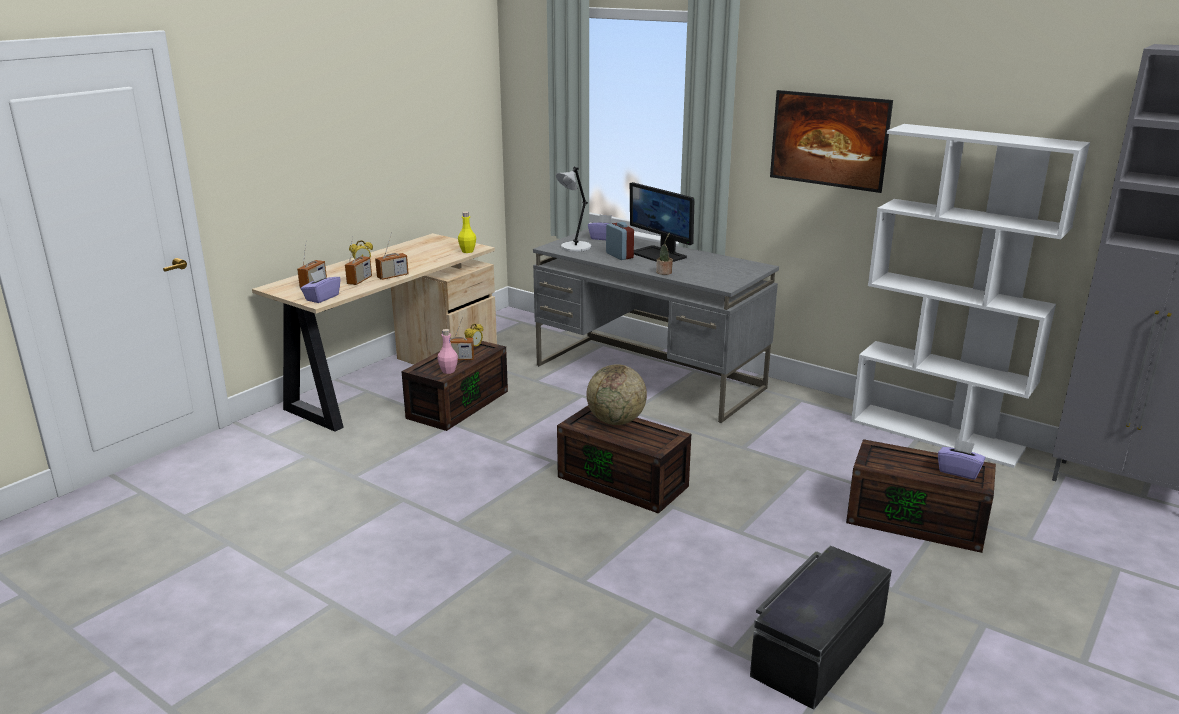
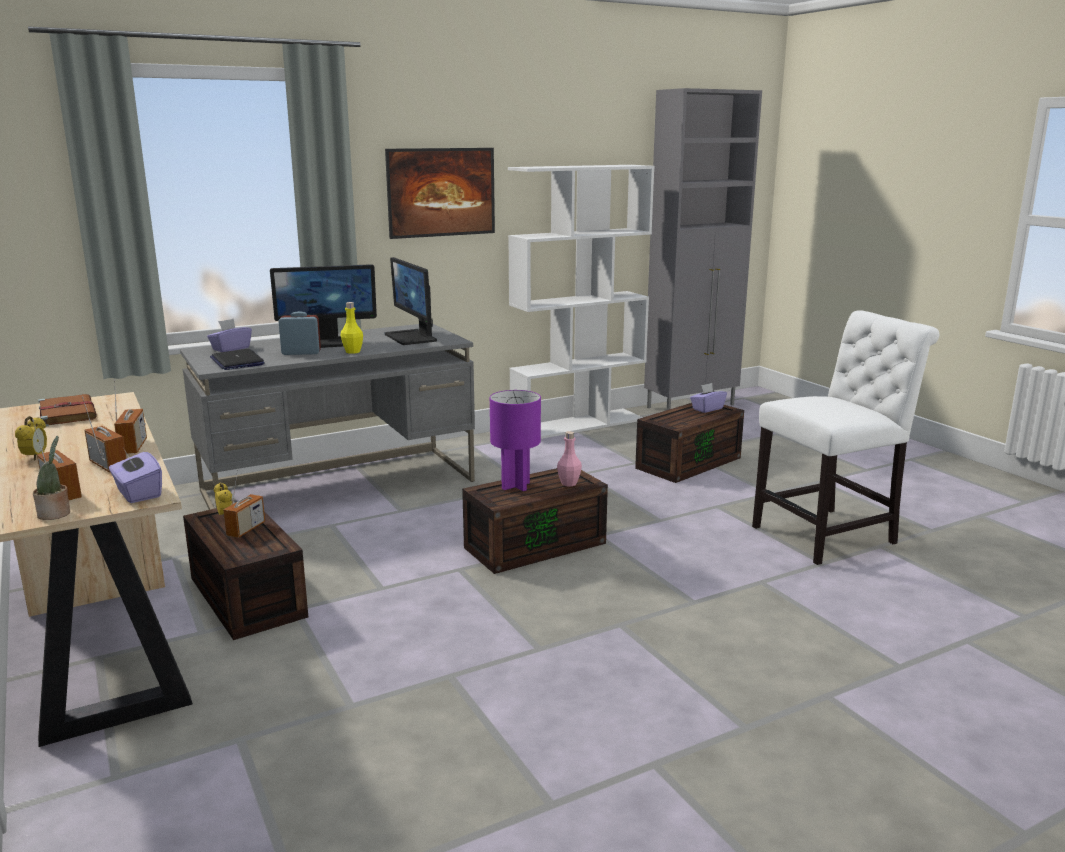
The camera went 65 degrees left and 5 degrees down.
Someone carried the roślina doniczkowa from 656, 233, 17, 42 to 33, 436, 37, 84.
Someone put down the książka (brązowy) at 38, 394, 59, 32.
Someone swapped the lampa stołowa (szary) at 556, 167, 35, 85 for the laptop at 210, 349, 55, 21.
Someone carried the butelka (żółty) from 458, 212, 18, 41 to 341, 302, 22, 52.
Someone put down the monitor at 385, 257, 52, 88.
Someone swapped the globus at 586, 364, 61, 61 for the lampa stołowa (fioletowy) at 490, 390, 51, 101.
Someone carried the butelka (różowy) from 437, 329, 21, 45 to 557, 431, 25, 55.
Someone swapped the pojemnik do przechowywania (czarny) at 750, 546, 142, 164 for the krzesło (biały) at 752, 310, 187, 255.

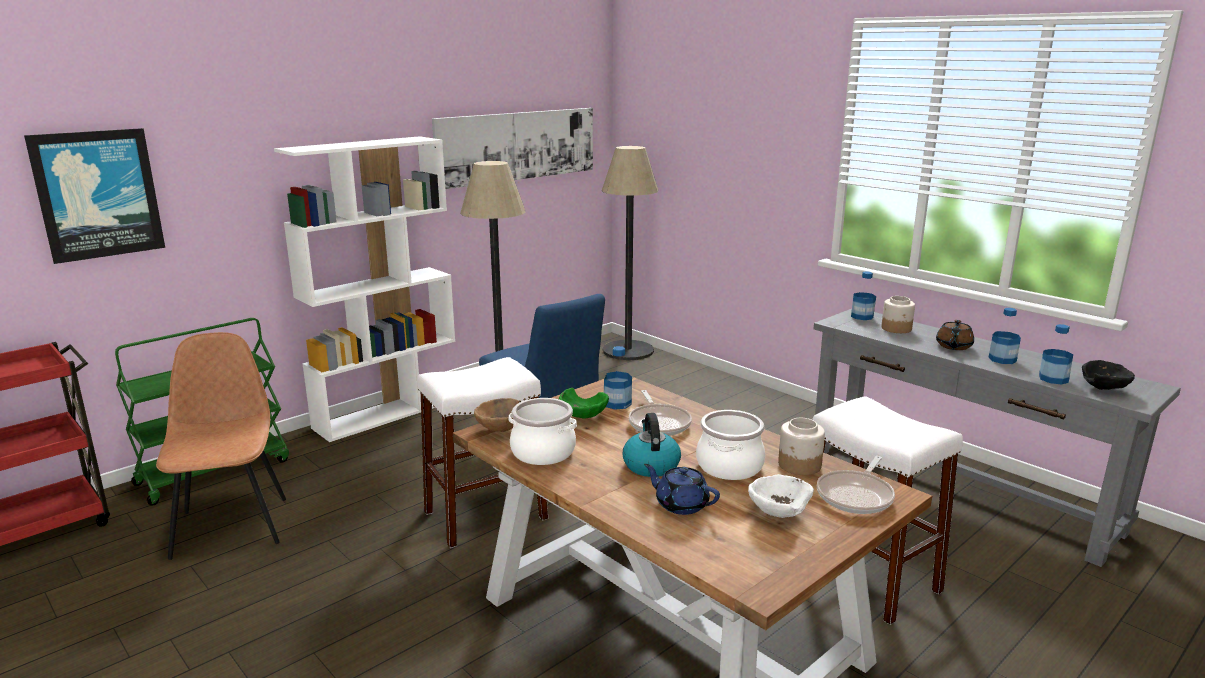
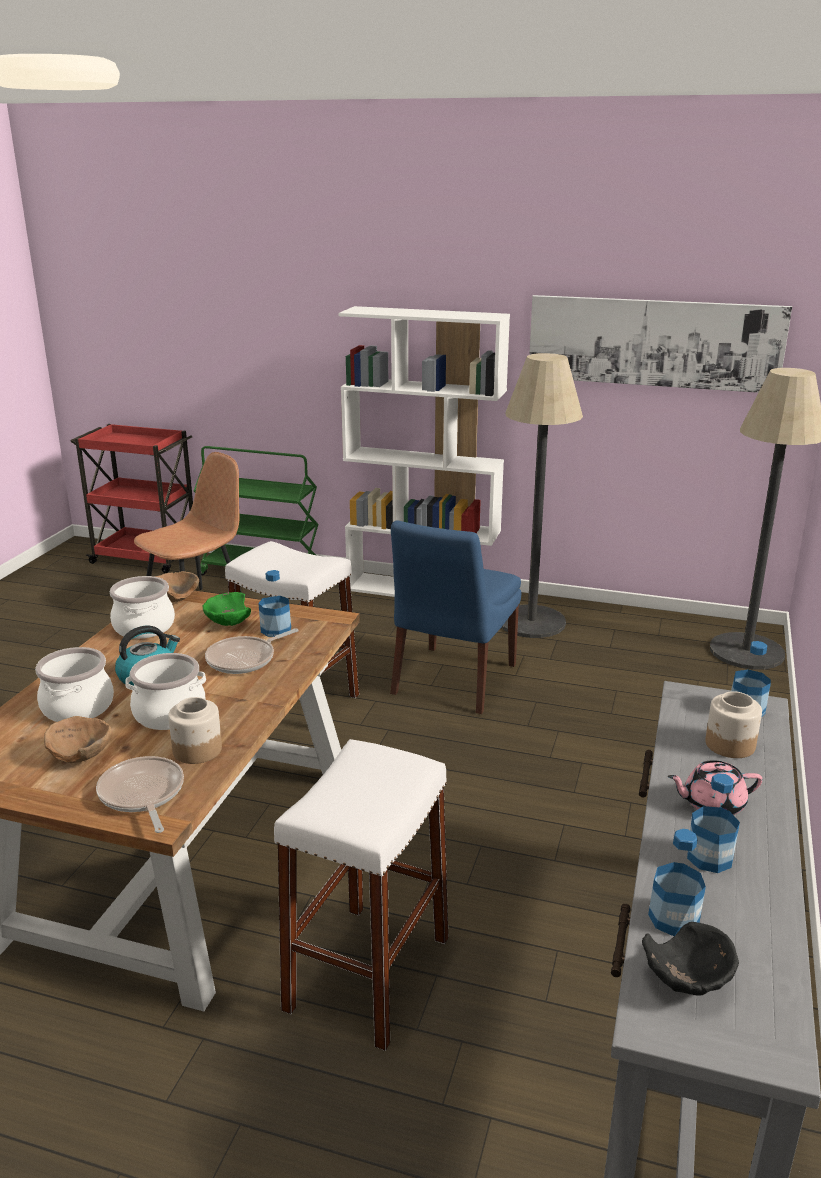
The camera went 60 degrees right and 5 degrees up.
Someone swapped the imbryk (niebieski) at 644, 464, 76, 51 for the garnek at 35, 647, 79, 75.
Someone repainted the miska (biały) at 748, 474, 66, 44, which became the miska (brązowy) at 44, 716, 69, 47.
Someone rotated the patelnia at 817, 456, 78, 58 by 60 degrees clockwise.
Someone repainted the imbryk (brązowy) at 936, 320, 38, 30, which became the imbryk (różowy) at 668, 760, 95, 55.
Someone took away the obraz at 24, 128, 141, 136.

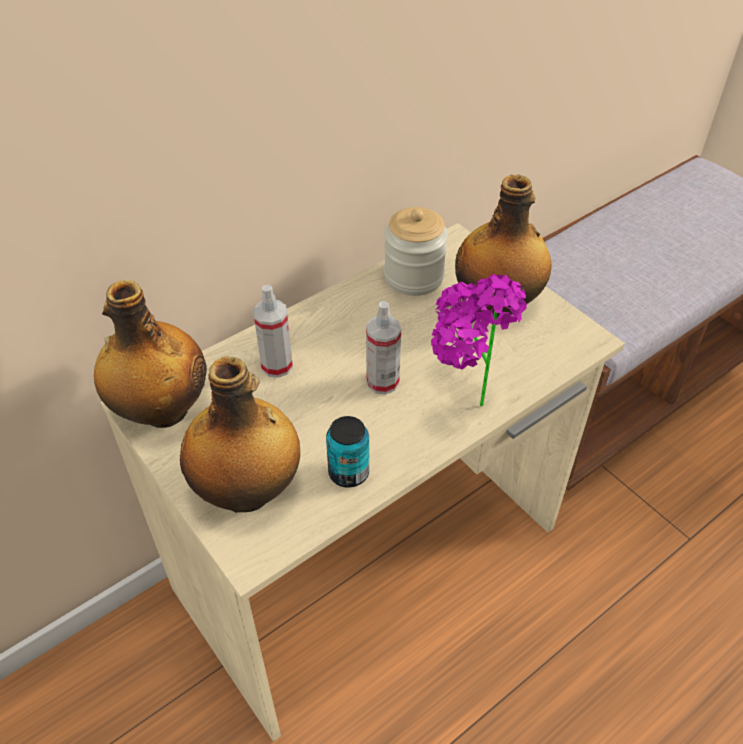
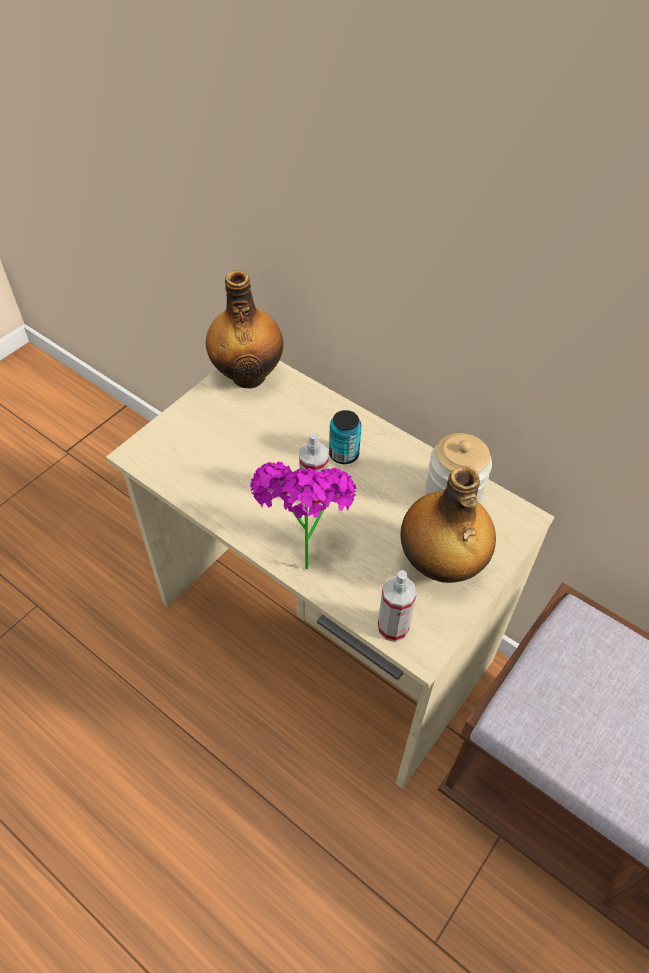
The camera went 75 degrees right and 5 degrees up.
Someone carried the puszka from 326, 416, 43, 72 to 329, 410, 32, 54.
Someone carried the spryskiwacz from 253, 285, 40, 93 to 378, 570, 39, 72.
Someone took away the butelka at 180, 357, 120, 156.

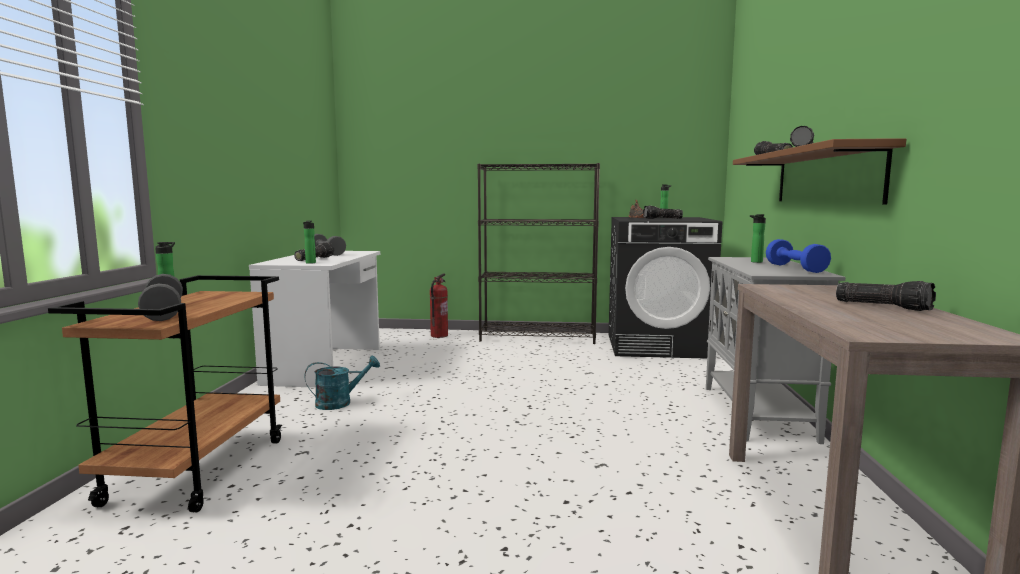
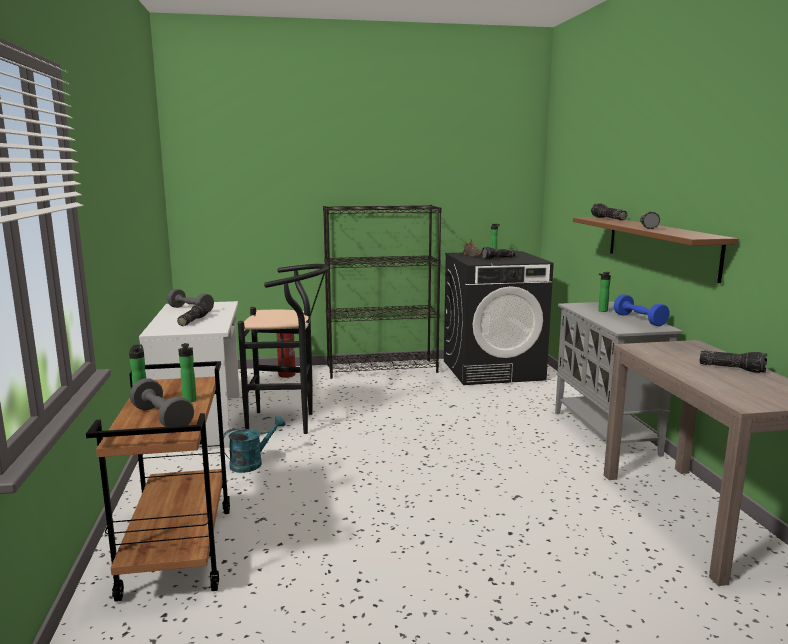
The camera went 15 degrees left and 5 degrees up.
Someone carried the butelka from 303, 220, 13, 44 to 178, 343, 19, 59.
Someone put down the stołek (czarny) at 238, 264, 91, 170.

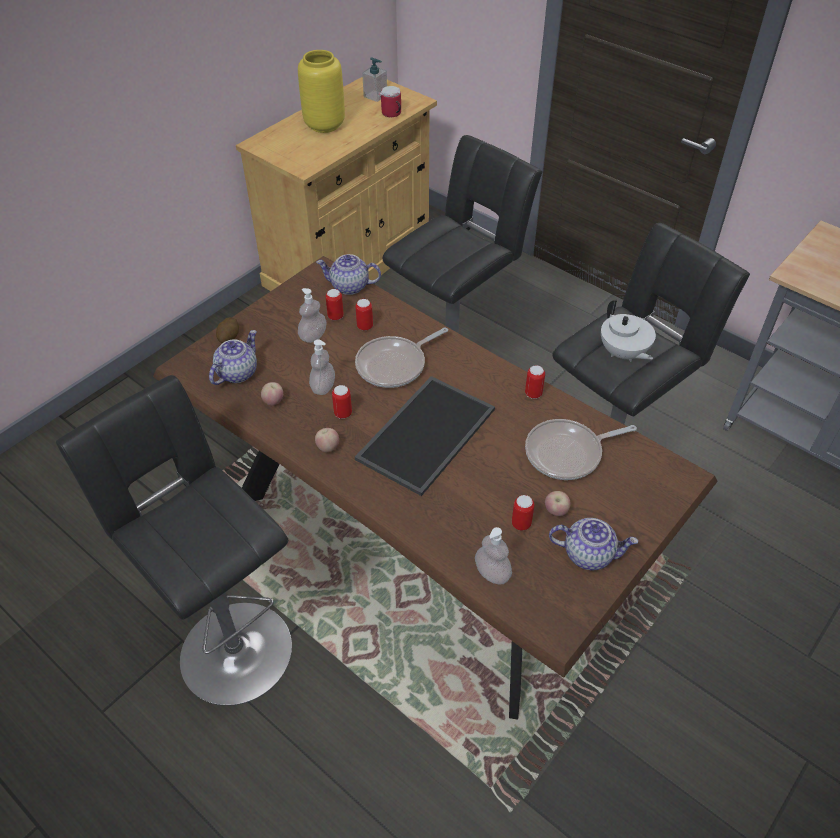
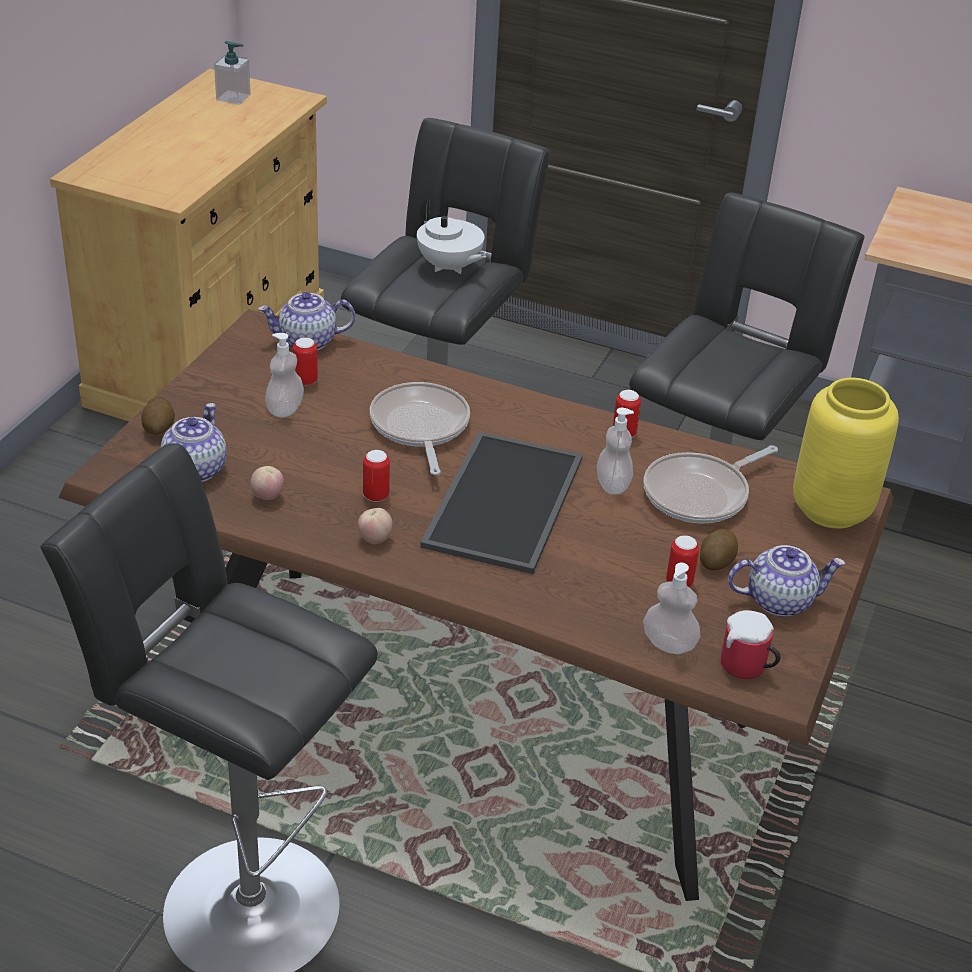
The camera went 20 degrees left and 10 degrees down.
Someone rotated the patelnia at 355, 327, 93, 61 by 135 degrees clockwise.
Someone carried the imbryk (biały) from 601, 300, 55, 62 to 417, 199, 69, 75.
Someone carried the dozownik mydła from 309, 339, 26, 56 to 597, 408, 37, 87.
Someone swapped the jabłko at 545, 491, 26, 25 for the ziemniak at 700, 529, 38, 41.
Someone carried the kubek from 378, 86, 23, 31 to 721, 610, 60, 69.
Someone carried the wazon (żółty) from 298, 50, 47, 83 to 793, 378, 106, 151.
Someone took away the puszka at 355, 299, 18, 32.

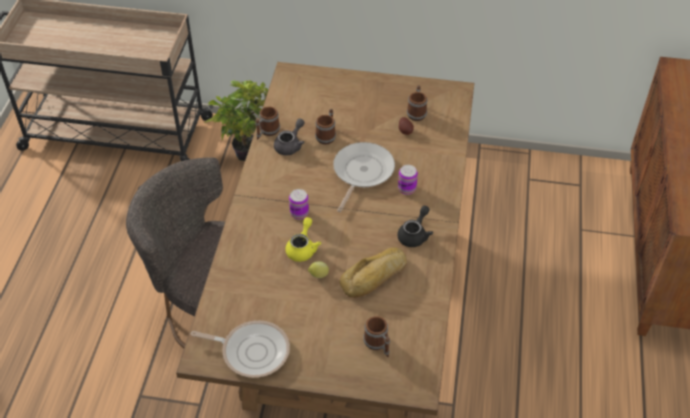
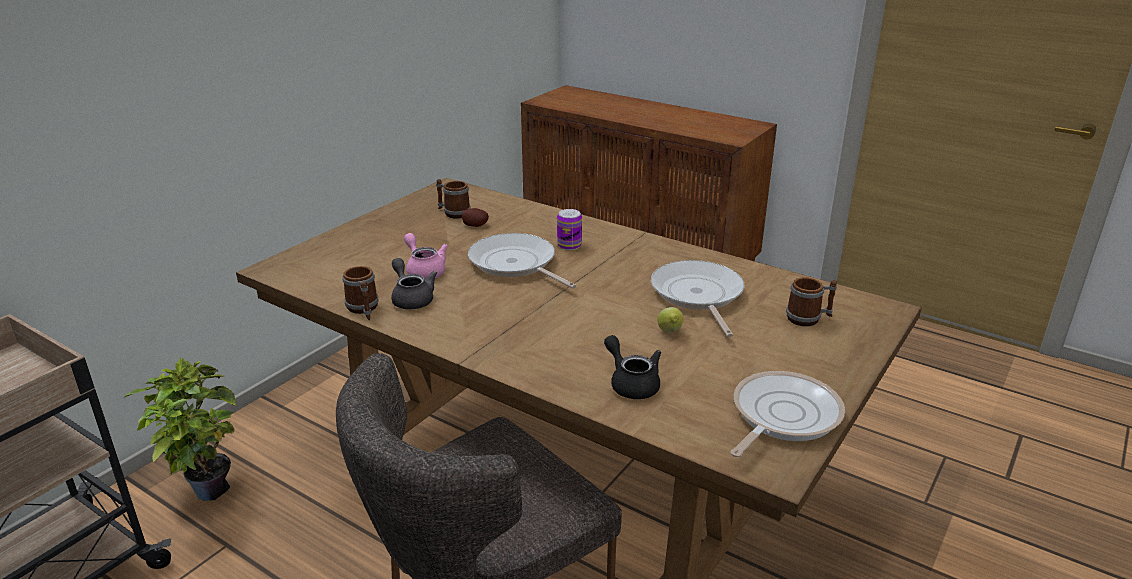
The camera went 65 degrees left and 20 degrees down.
Someone swapped the kubek at 315, 109, 21, 36 for the imbryk (różowy) at 404, 233, 44, 46.
Someone carried the imbryk (czarny) from 397, 206, 36, 41 to 604, 335, 57, 64.
Someone swapped the chleb at 340, 247, 67, 51 for the patelnia at 651, 260, 94, 77.
Someone took away the imbryk (żółty) at 285, 217, 36, 45.
Someone took away the puszka at 289, 189, 20, 31.

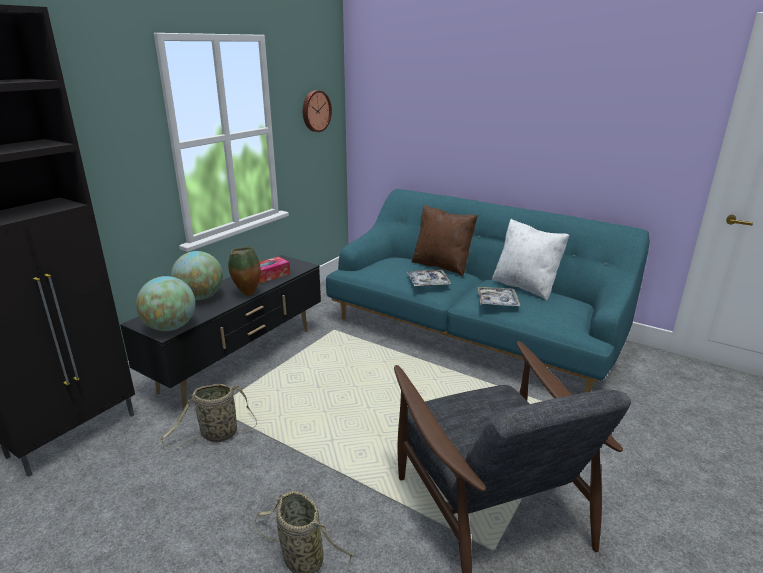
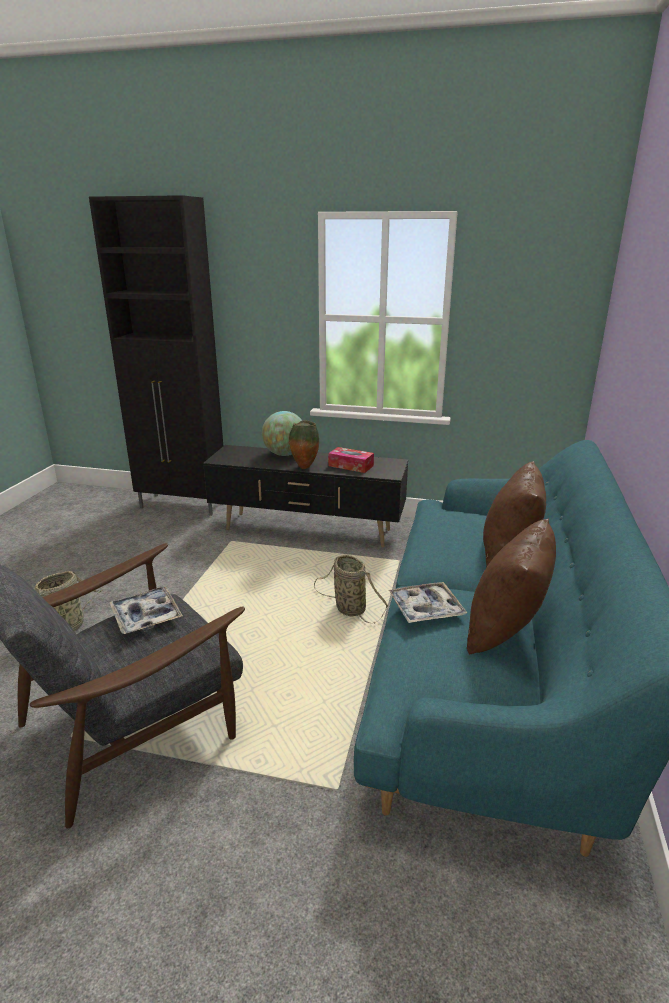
The camera went 70 degrees right and 0 degrees up.
Someone carried the taca from 407, 270, 44, 16 to 109, 587, 74, 47.
Someone carried the koszyk from 160, 384, 97, 64 to 314, 555, 74, 68.
Someone repainted the poduszka (biały) at 492, 219, 77, 82, which became the poduszka (brązowy) at 467, 519, 89, 136.
Someone took away the globus at 136, 276, 59, 55.
Someone took away the zegar ścienny at 303, 90, 29, 42.

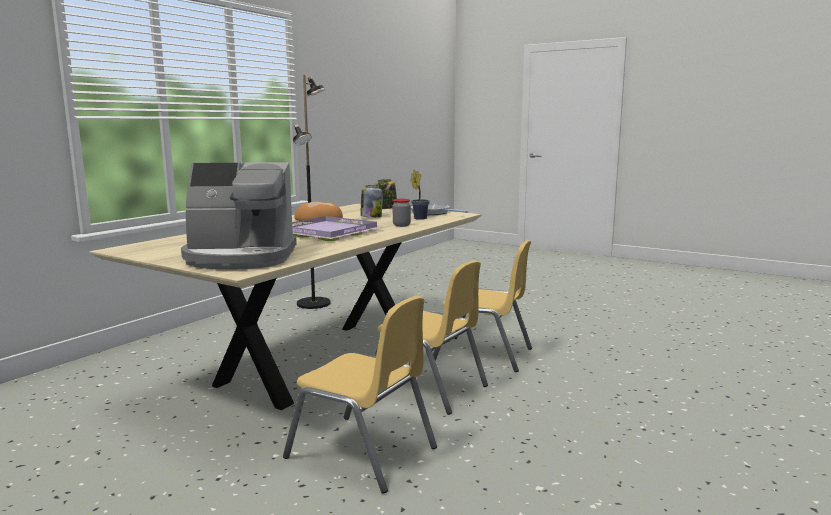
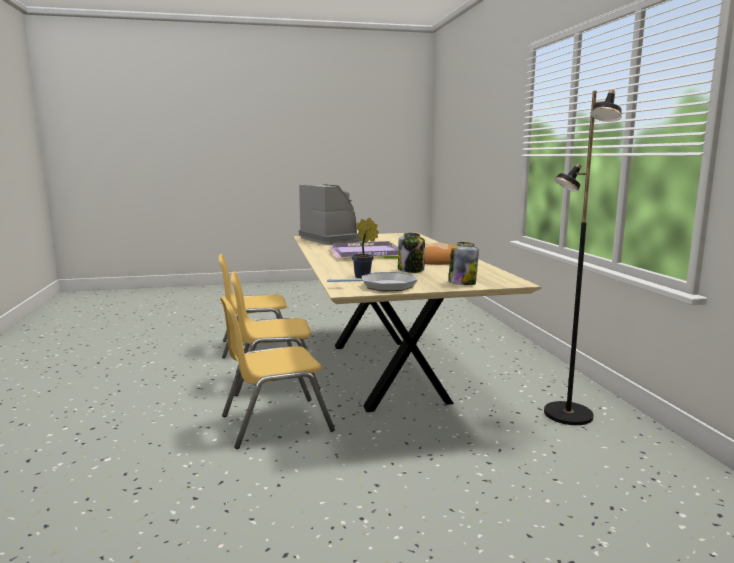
The camera went 135 degrees right and 0 degrees up.
Someone rotated the ekspres do kawy at 181, 162, 116, 108 by 105 degrees clockwise.
Someone took away the słoik at 393, 199, 18, 28.

